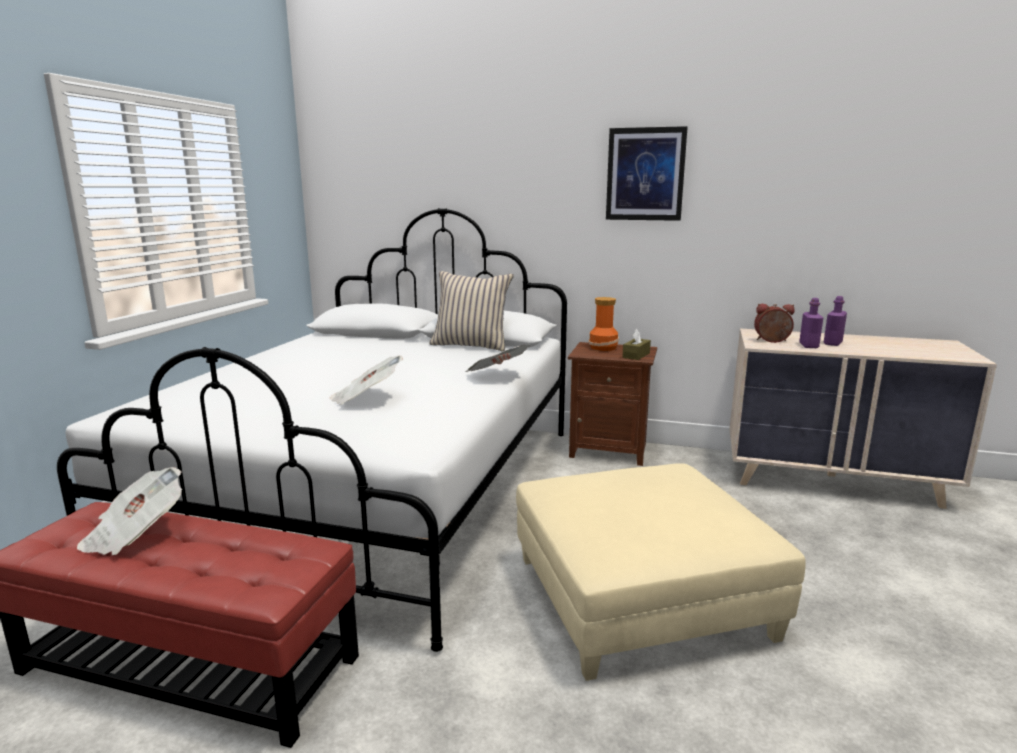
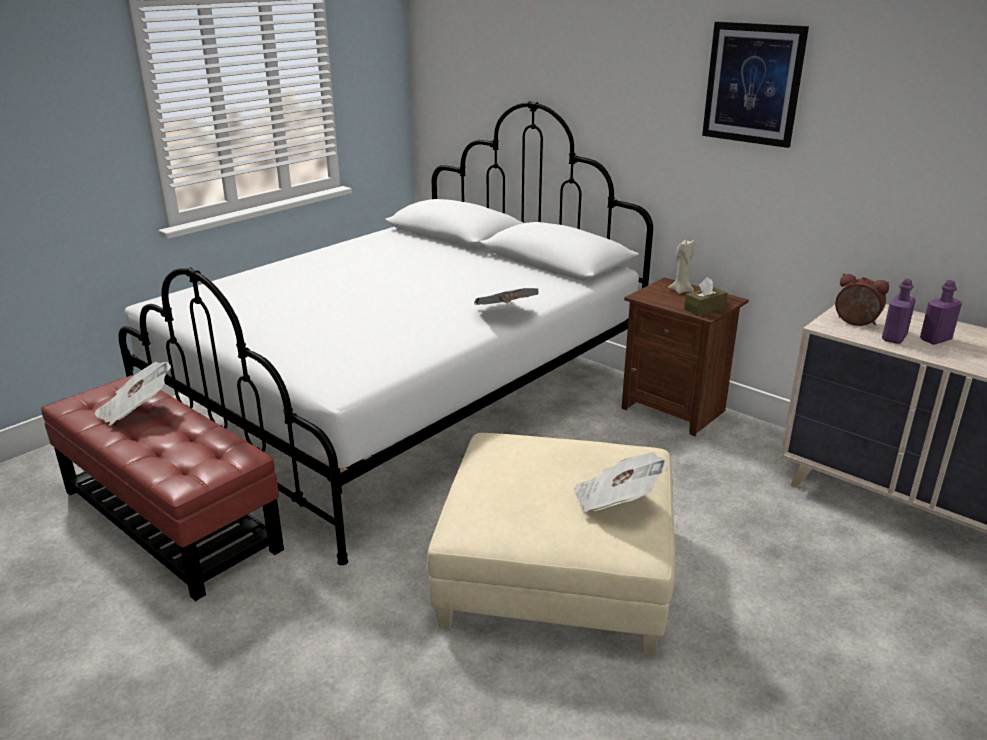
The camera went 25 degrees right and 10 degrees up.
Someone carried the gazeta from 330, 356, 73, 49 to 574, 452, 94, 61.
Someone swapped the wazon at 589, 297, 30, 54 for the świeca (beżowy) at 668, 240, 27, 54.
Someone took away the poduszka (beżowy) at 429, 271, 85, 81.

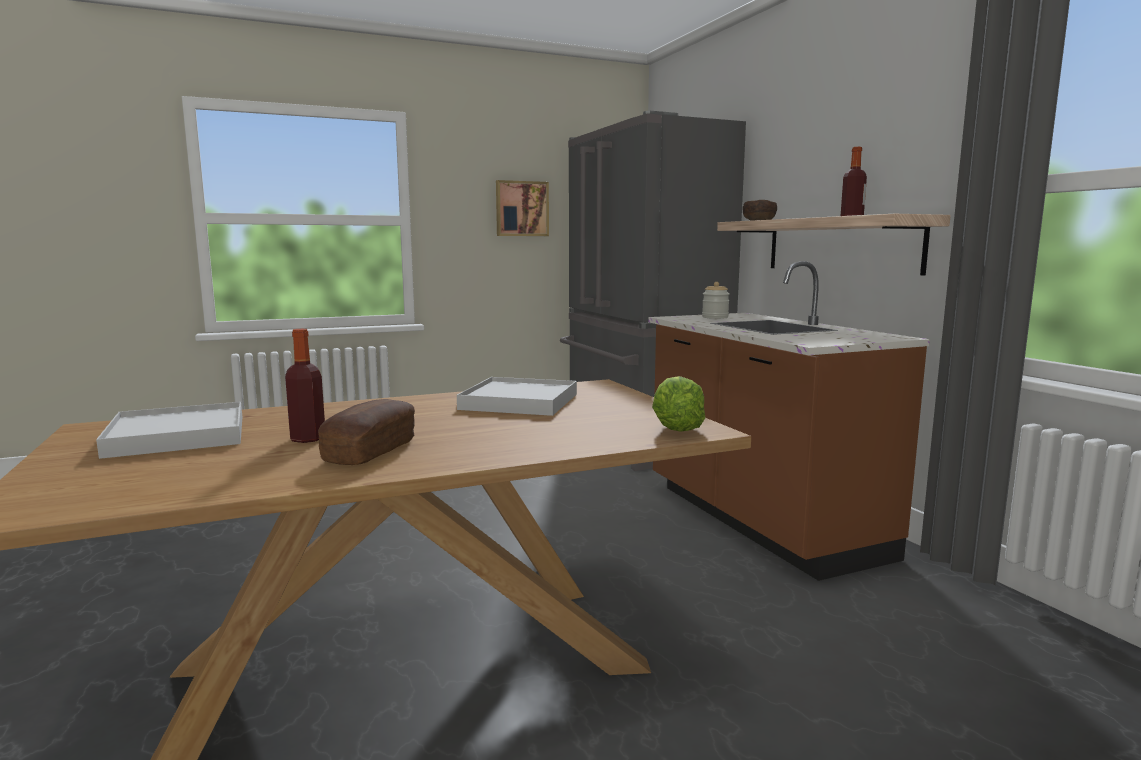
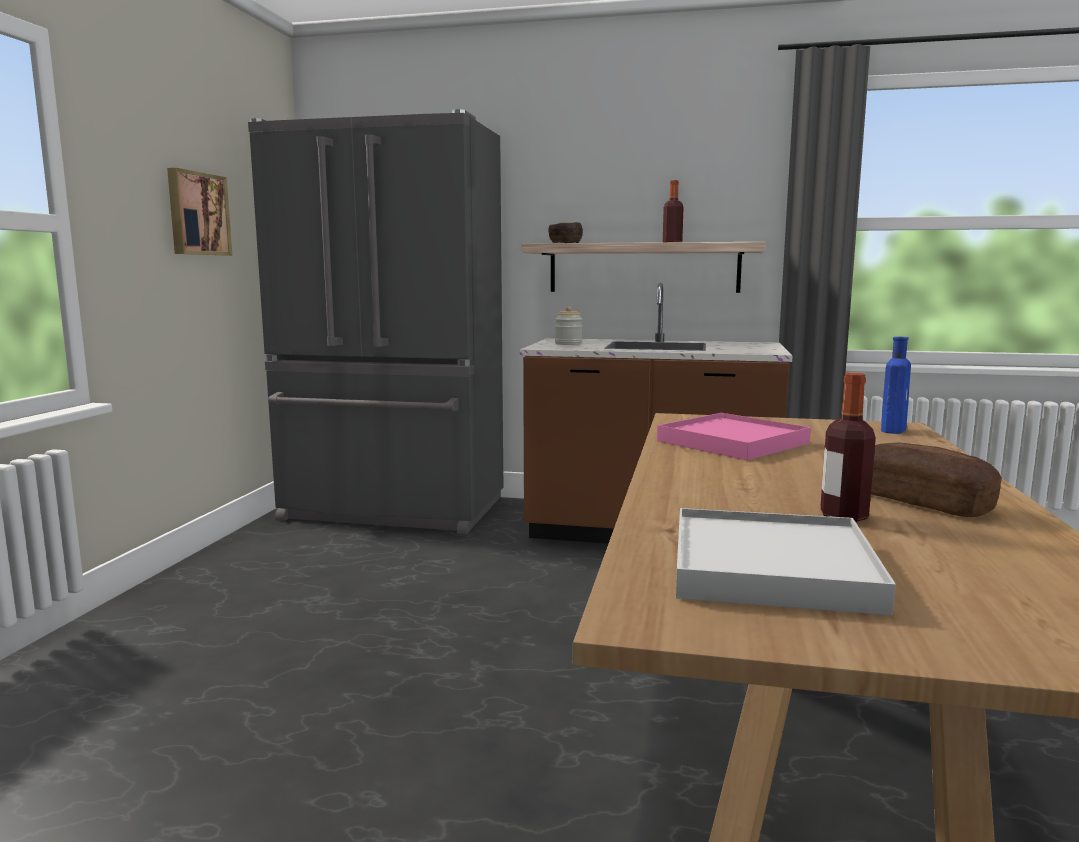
The camera went 55 degrees left and 0 degrees up.
Someone repainted the taca (biały) at 457, 377, 120, 39, which became the taca (różowy) at 657, 413, 154, 47.
Someone swapped the sałata at 652, 376, 54, 56 for the butelka (niebieski) at 881, 337, 30, 97.

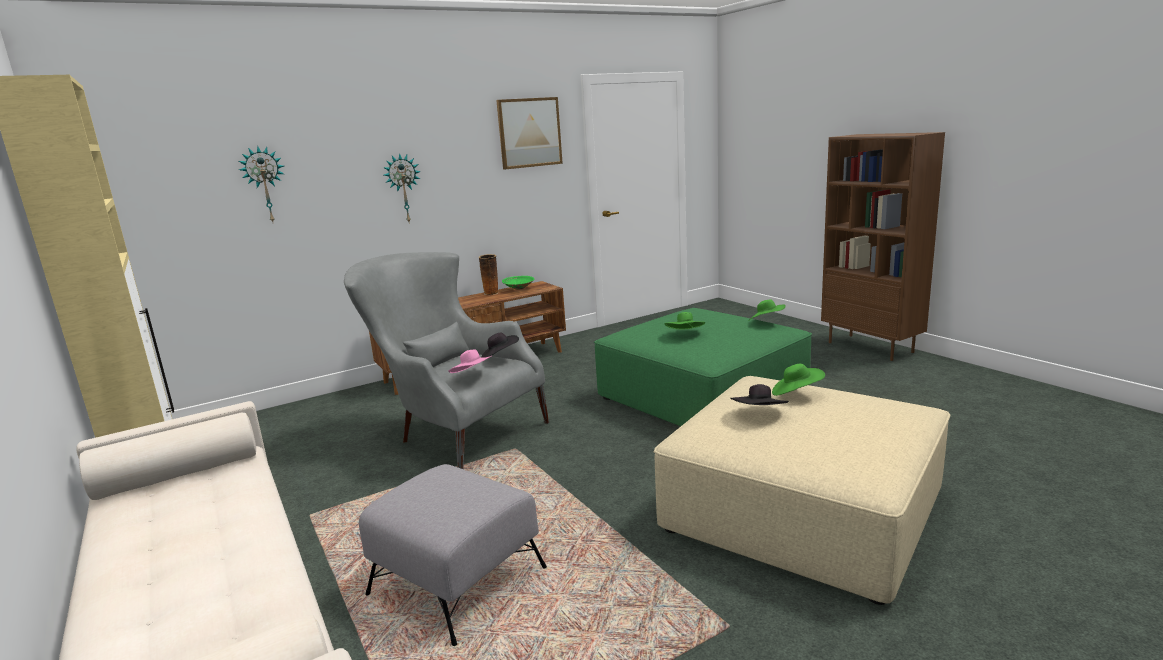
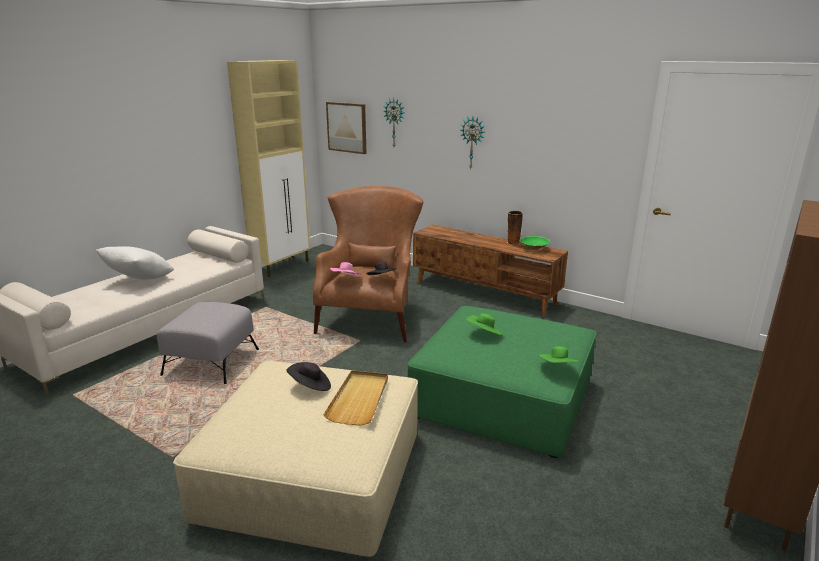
The camera went 65 degrees right and 5 degrees up.
Someone put down the poduszka (biały) at 96, 246, 78, 34.
Someone repainted the fotel (szary) at 344, 252, 205, 217, which became the fotel (brązowy) at 313, 186, 110, 157.
Someone swapped the kapelusz (zielony) at 772, 364, 53, 32 for the taca (beżowy) at 323, 370, 65, 55.
Someone carried the obraz from 496, 97, 67, 72 to 326, 102, 41, 52.

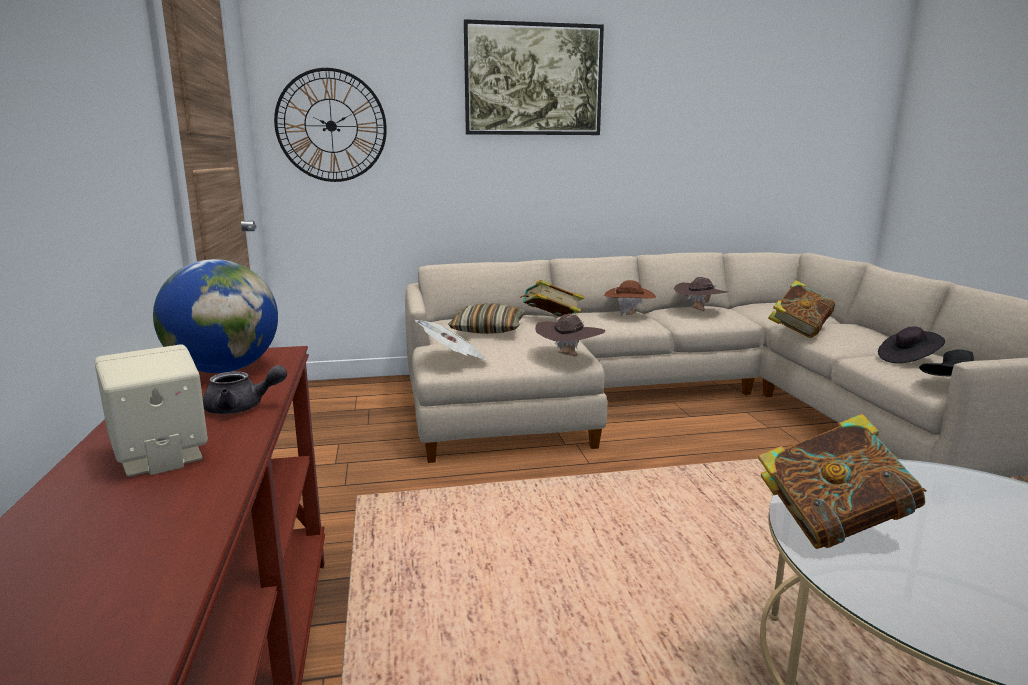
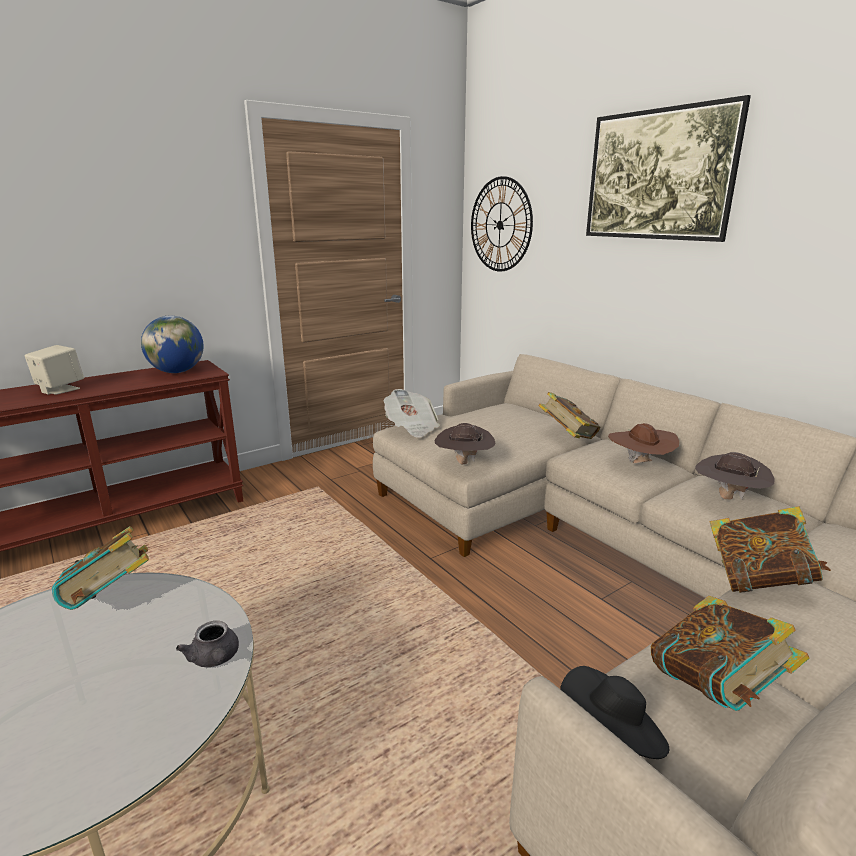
The camera went 65 degrees right and 5 degrees up.
Someone carried the imbryk (szary) from 203, 365, 84, 49 to 176, 621, 63, 46.
Someone swapped the kapelusz (czarny) at 878, 327, 67, 36 for the książka at 651, 596, 158, 115.
Someone took away the poduszka at 448, 303, 78, 31.

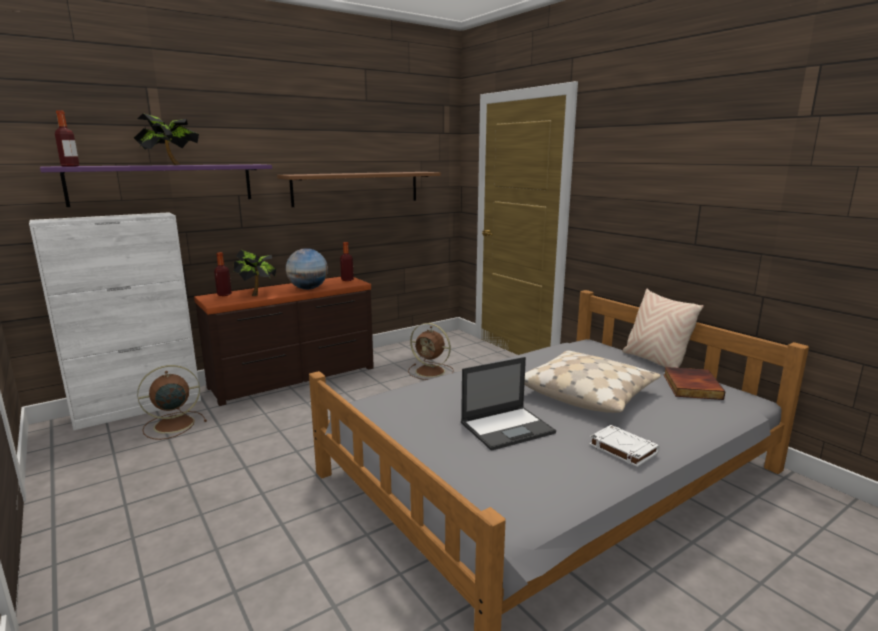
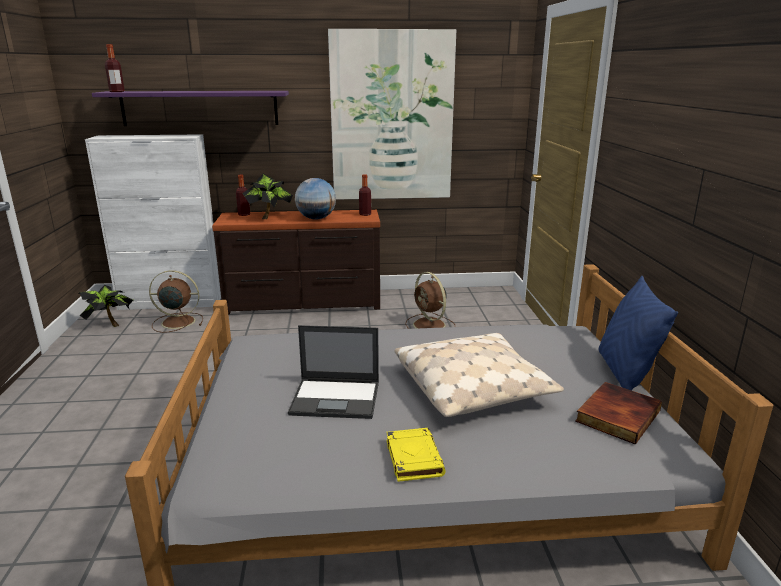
The camera went 30 degrees right and 5 degrees up.
Someone carried the roślina doniczkowa from 134, 113, 65, 52 to 79, 285, 55, 42.
Someone swapped the półka (brązowy) at 277, 172, 164, 35 for the obraz at 328, 29, 128, 171.
Someone repainted the książka (biały) at 589, 425, 71, 42, which became the książka (żółty) at 386, 428, 60, 54.
Someone repainted the poduszka (beżowy) at 622, 289, 82, 79, which became the poduszka (niebieski) at 599, 276, 79, 115.

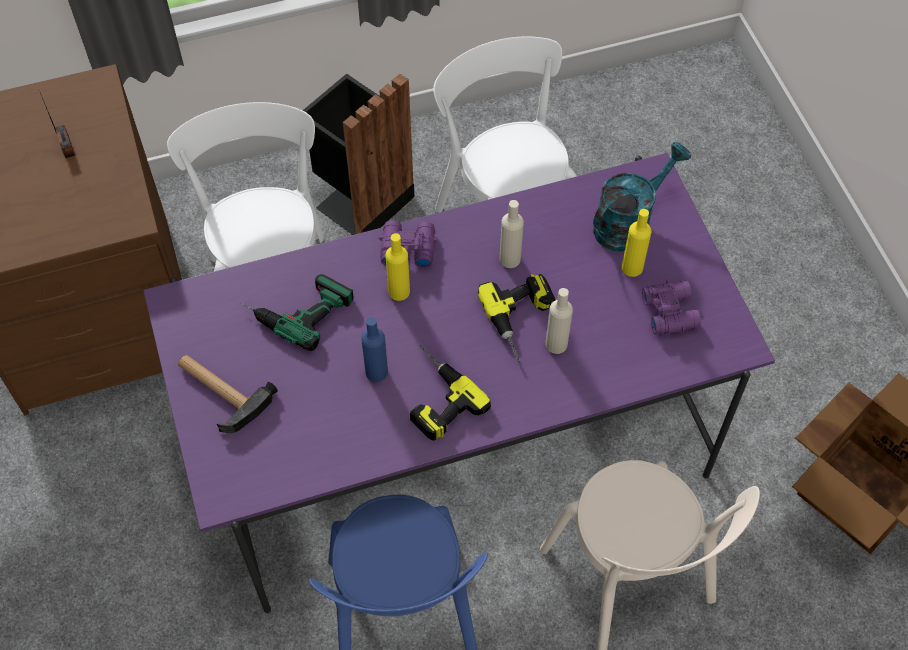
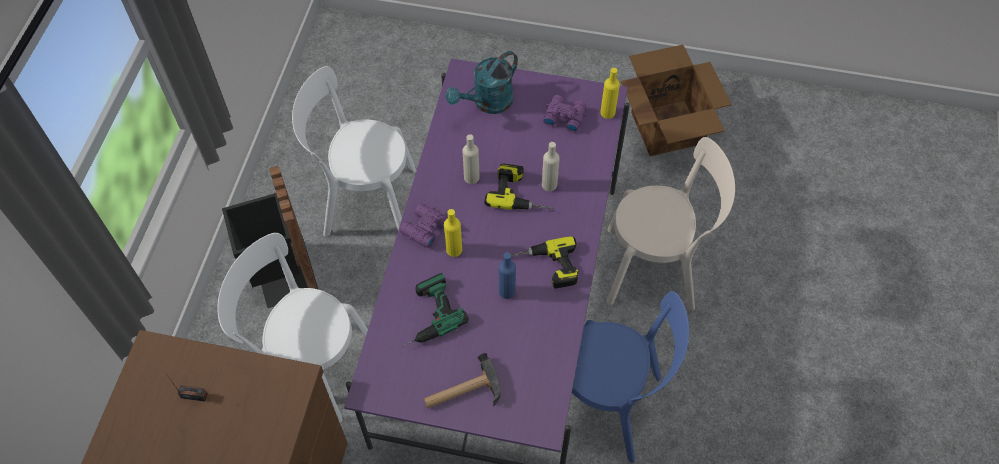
The camera went 60 degrees left and 0 degrees up.
Someone rotated the konewka (turkusowy) at 593, 142, 98, 110 by 120 degrees counterclockwise.
Someone carried the butelka (żółty) from 622, 209, 30, 68 to 600, 68, 20, 51.

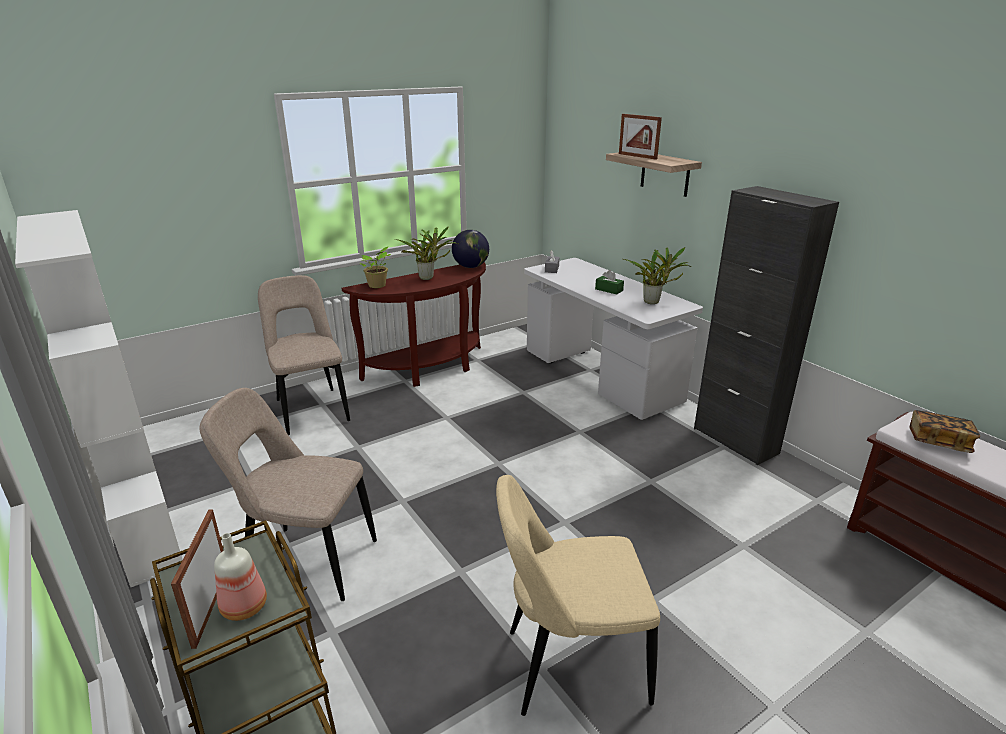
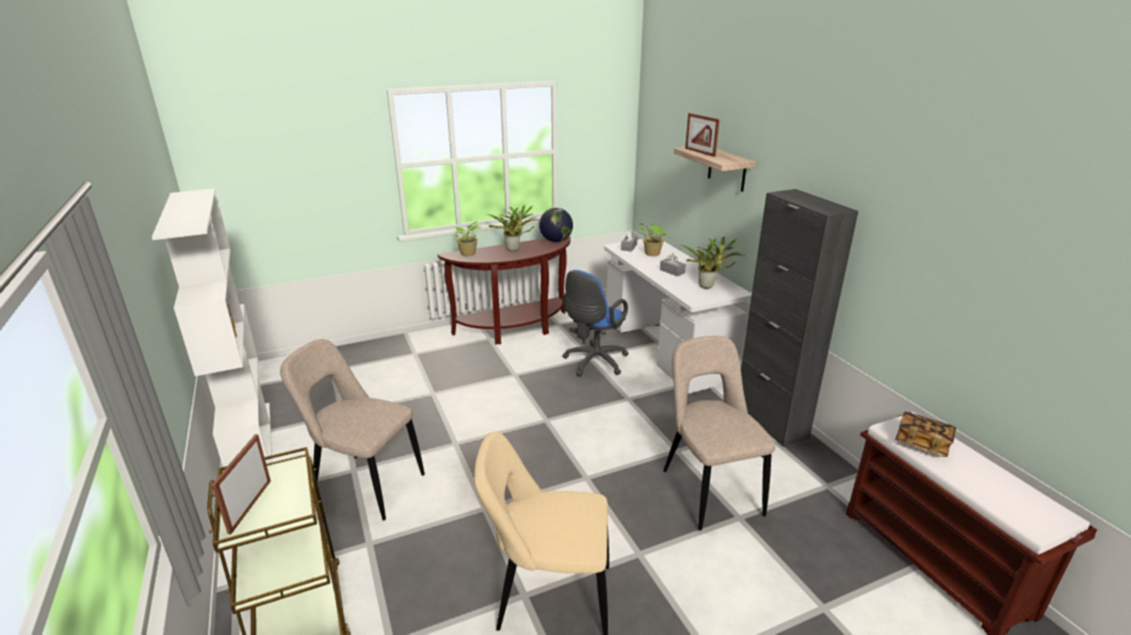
The camera went 10 degrees right and 0 degrees up.
Someone put down the krzesło biurowe (niebieski) at 563, 270, 66, 107.
Someone put down the roślina doniczkowa at 638, 223, 30, 33.
Someone repainted the pudełko chusteczek (zielony) at 595, 270, 29, 25, which became the pudełko chusteczek (szary) at 660, 253, 26, 23.
Someone carried the krzesło (beżowy) from 258, 275, 92, 160 to 663, 336, 112, 195.
Someone took away the butelka at 214, 533, 53, 88.

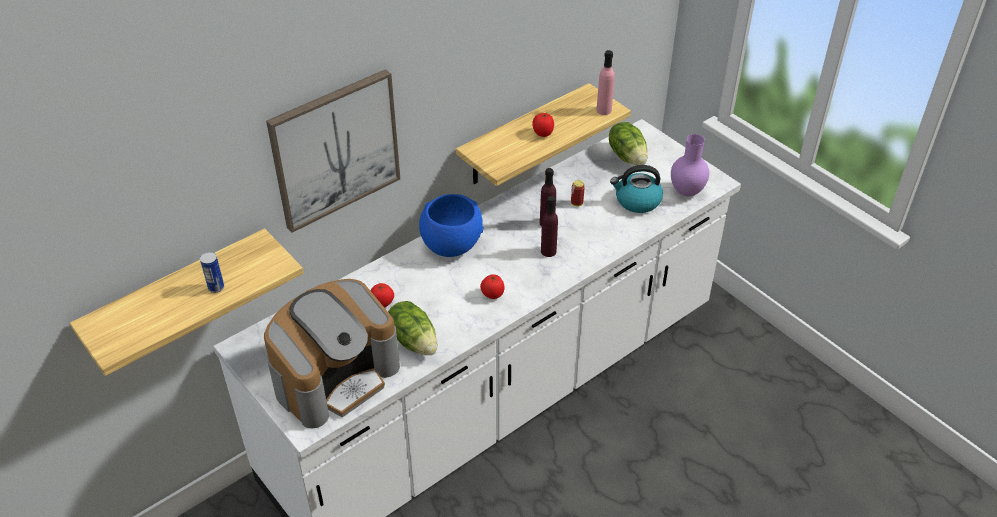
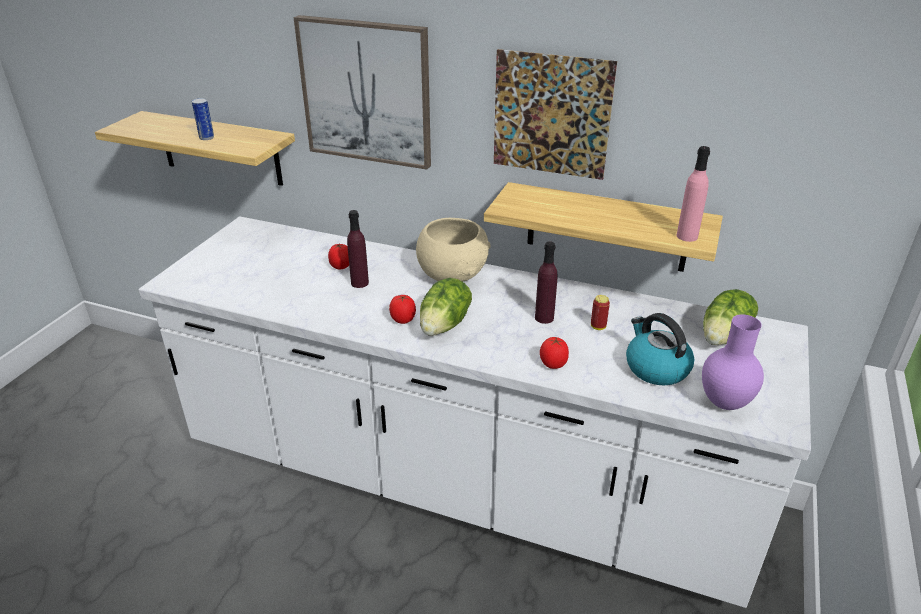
The camera went 60 degrees right and 10 degrees down.
Someone carried the butelka (fioletowy) from 541, 196, 17, 61 to 347, 210, 22, 78.
Someone repainted the miska (niebieski) at 419, 194, 64, 63, which became the miska (beżowy) at 416, 218, 75, 64.
Someone carried the sałata from 388, 301, 49, 54 to 420, 278, 52, 58.
Someone put up the obraz at 494, 49, 123, 131.
Someone carried the pomidor from 532, 113, 22, 24 to 540, 337, 29, 32.
Someone took away the ekspres do kawy at 264, 279, 136, 150.

